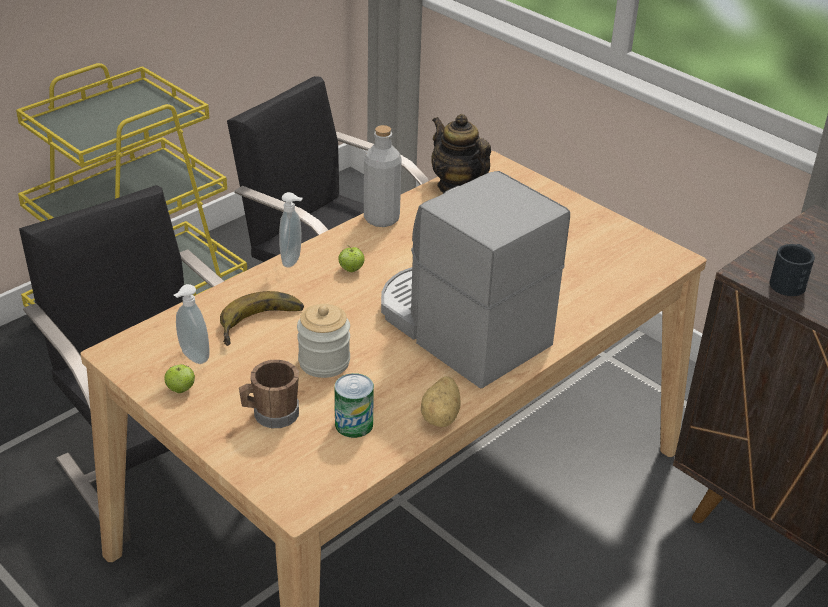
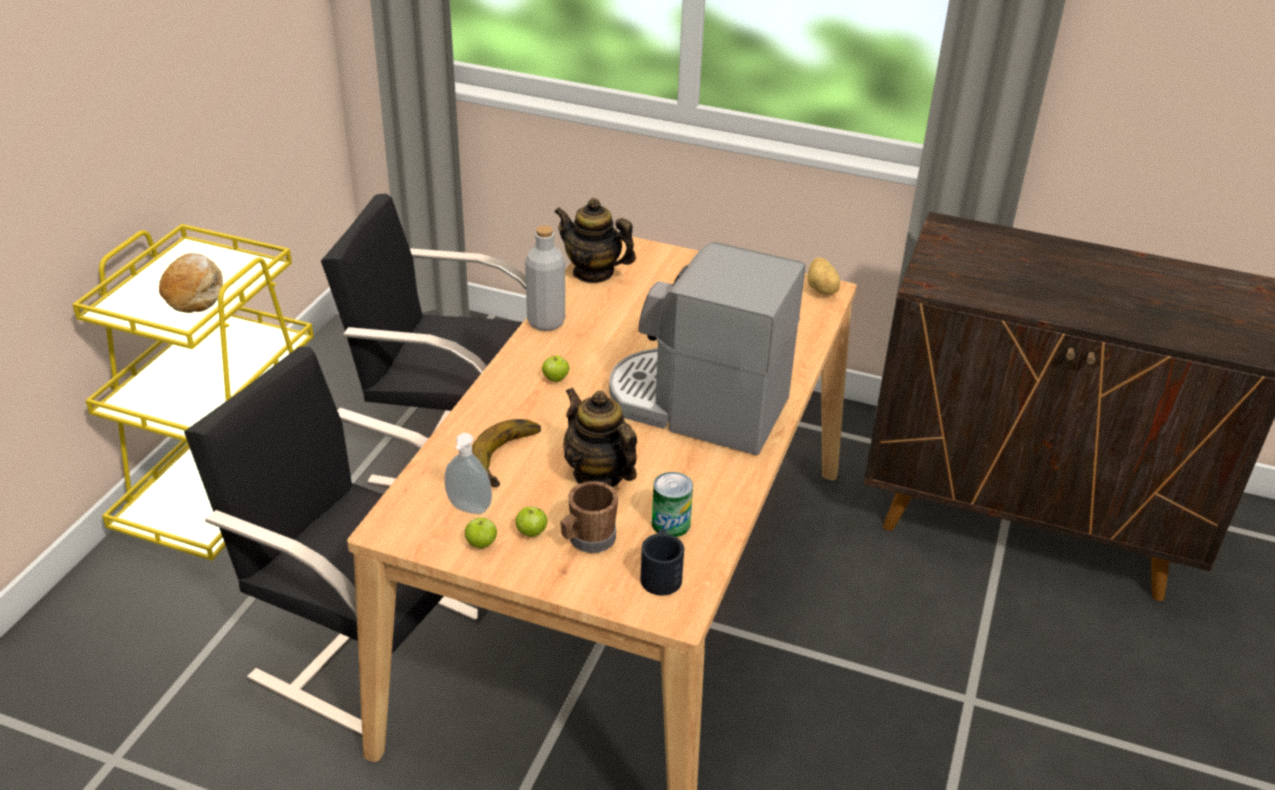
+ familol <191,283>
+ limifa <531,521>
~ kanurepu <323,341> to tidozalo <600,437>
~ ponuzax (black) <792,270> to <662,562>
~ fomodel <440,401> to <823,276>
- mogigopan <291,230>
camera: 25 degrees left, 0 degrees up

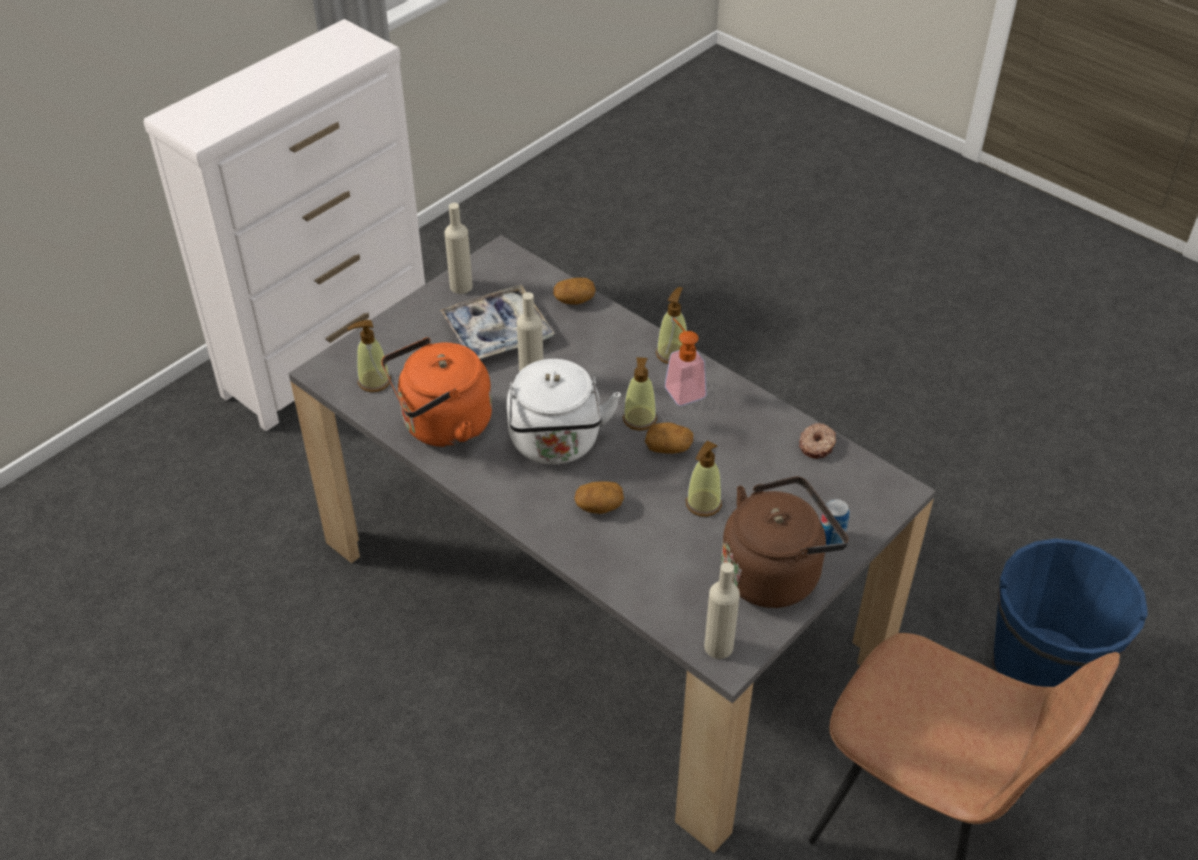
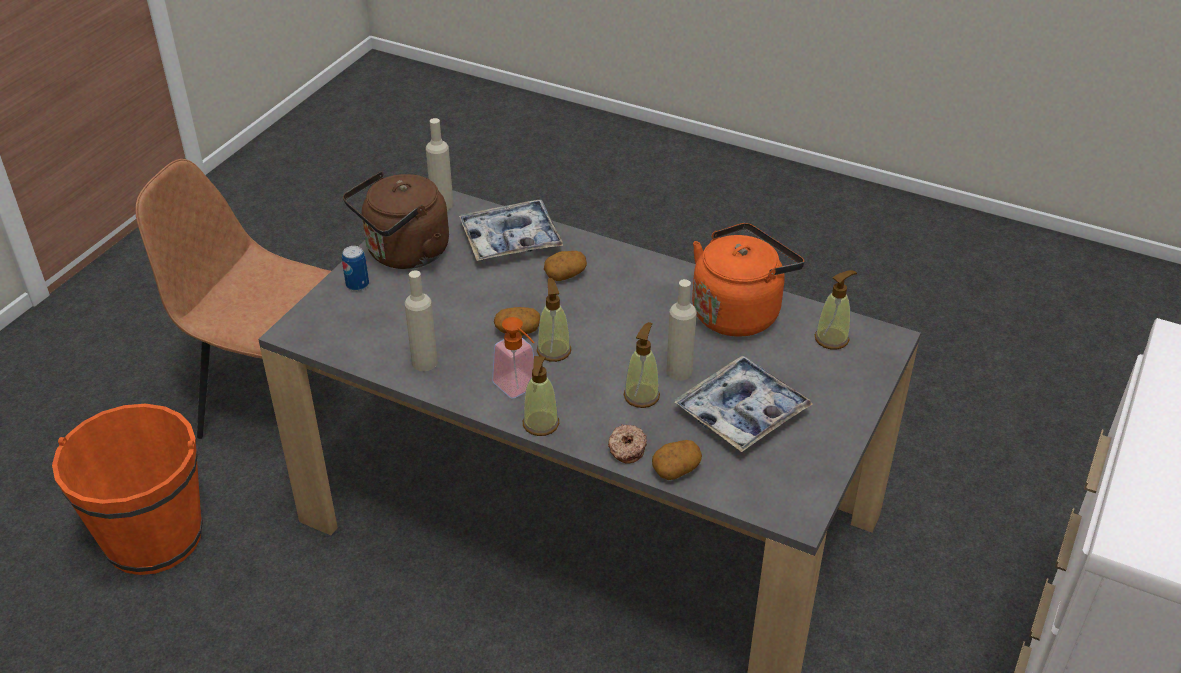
~ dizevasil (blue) <1070,612> to dizevasil (orange) <127,489>
~ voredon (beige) <458,248> to <421,320>
+ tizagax <511,230>
~ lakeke <817,441> to <627,444>
~ mogigopan <704,478> to <642,365>
- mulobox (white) <564,412>
camera: 165 degrees right, 5 degrees down

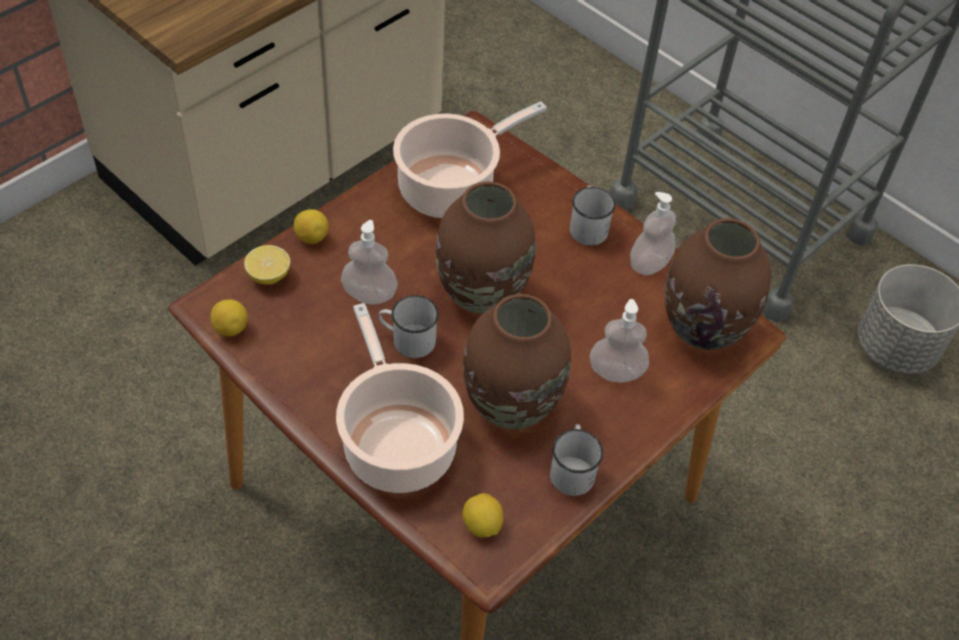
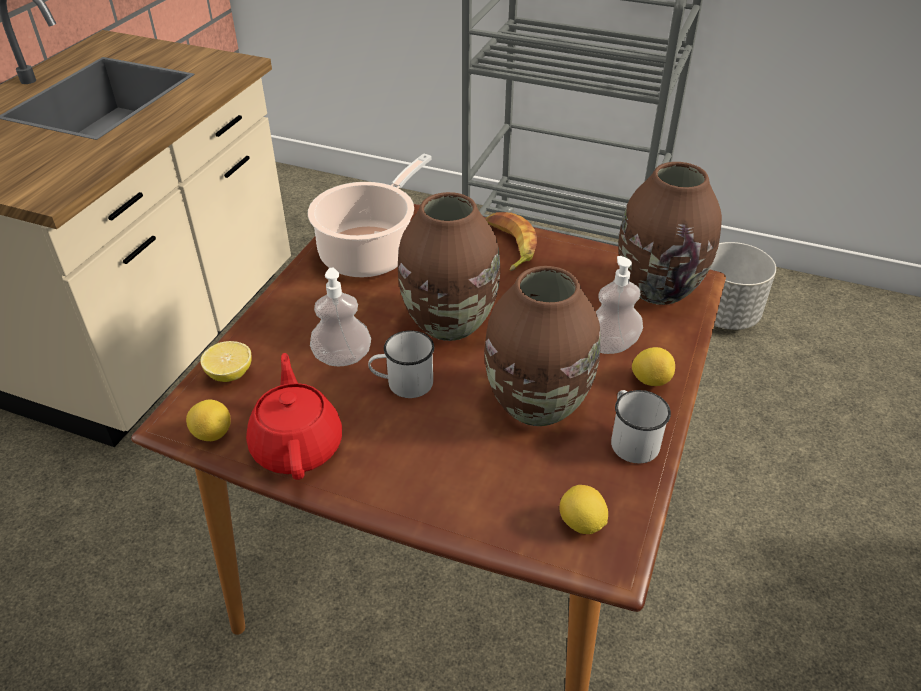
+ tidozalo (red) <294,416>
~ ponuzax (white) <593,216> to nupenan <511,241>
~ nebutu <311,226> to <653,366>
- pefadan <400,398>
- mogigopan <653,233>
camera: 20 degrees left, 10 degrees down

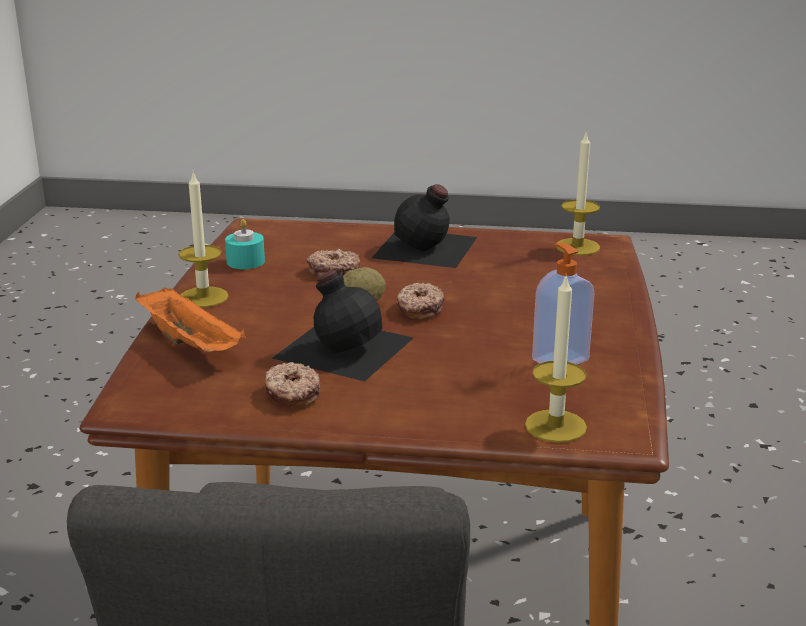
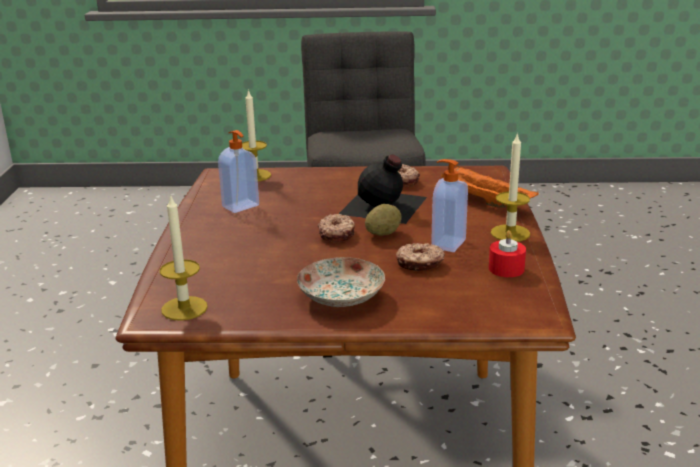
~ voredon (black) <424,226> to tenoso <341,282>
+ mogigopan <449,205>
~ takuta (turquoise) <245,244> to takuta (red) <507,253>
camera: 175 degrees right, 0 degrees up

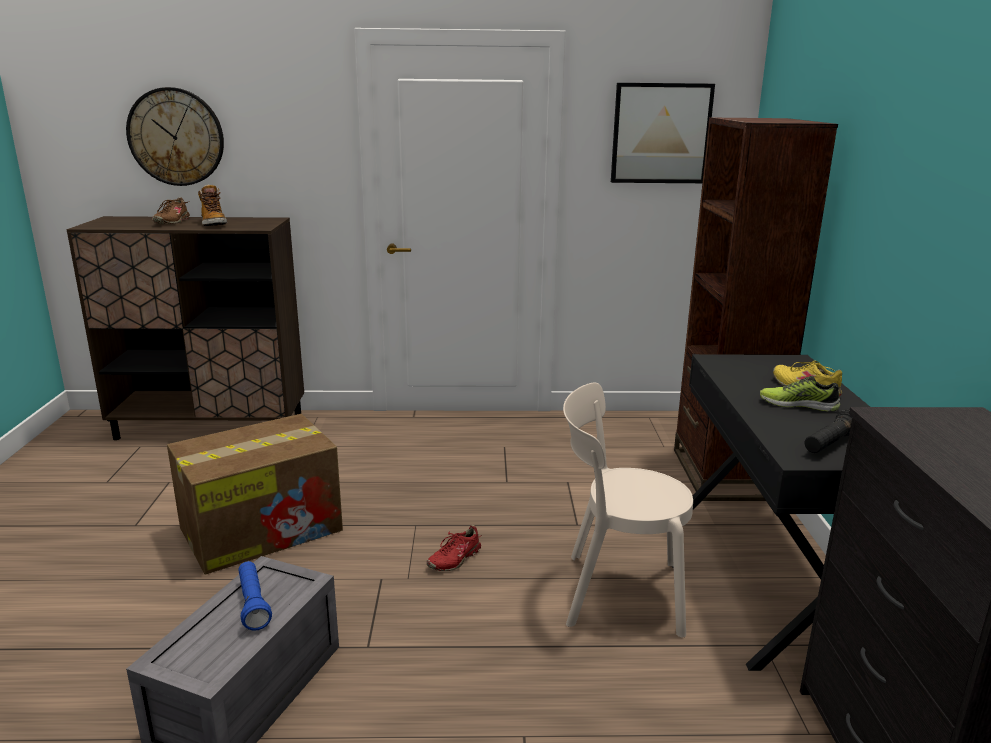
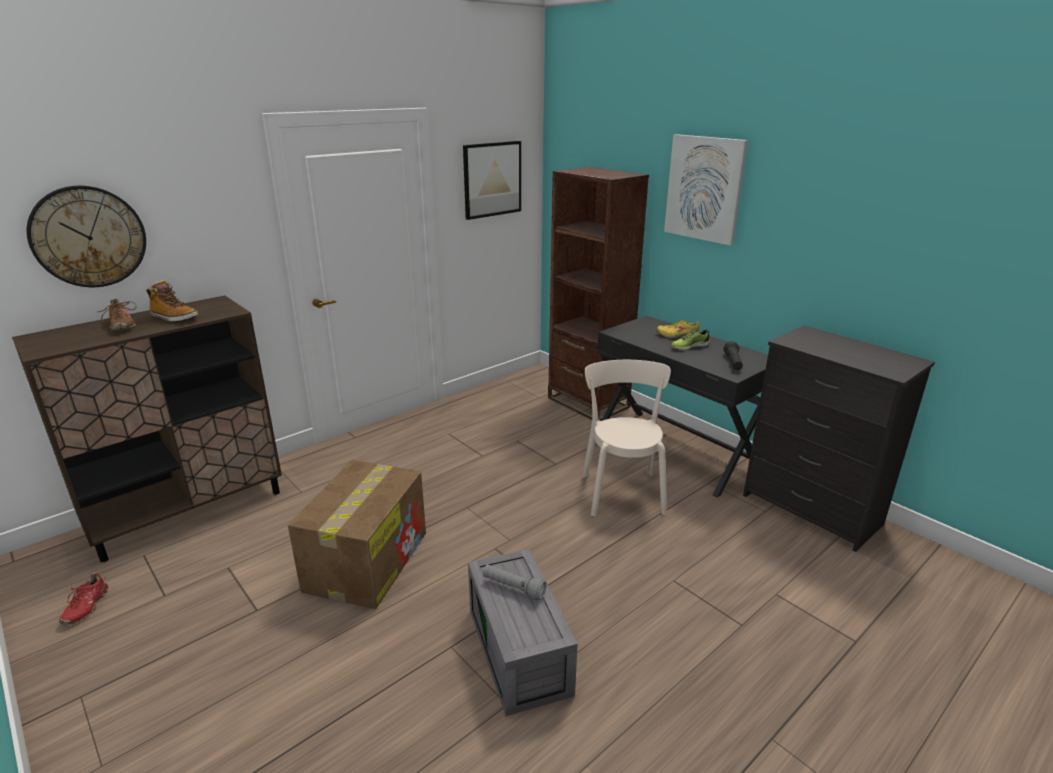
~ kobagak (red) <454,548> to <83,598>
~ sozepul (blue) <255,596> to sozepul (grey) <514,582>
~ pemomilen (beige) <628,509> = <626,438> 120 degrees clockwise
+ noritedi <706,189>
camera: 40 degrees left, 5 degrees up

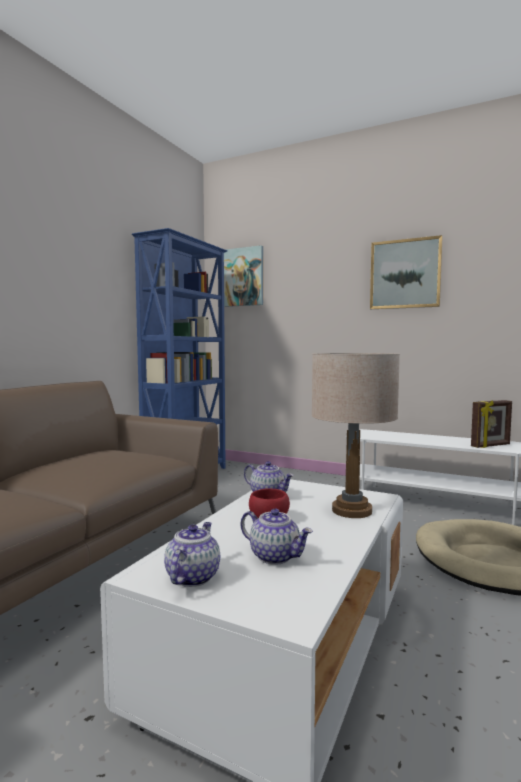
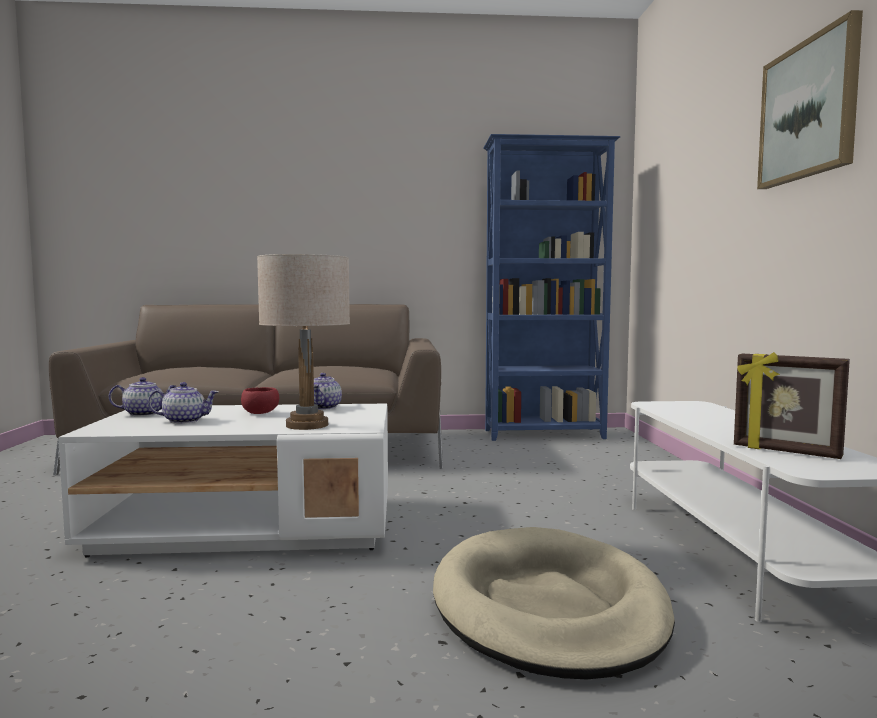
~ tidozalo <276,537> = <183,403> 105 degrees counterclockwise
- noritedi <243,276>
camera: 60 degrees right, 0 degrees up

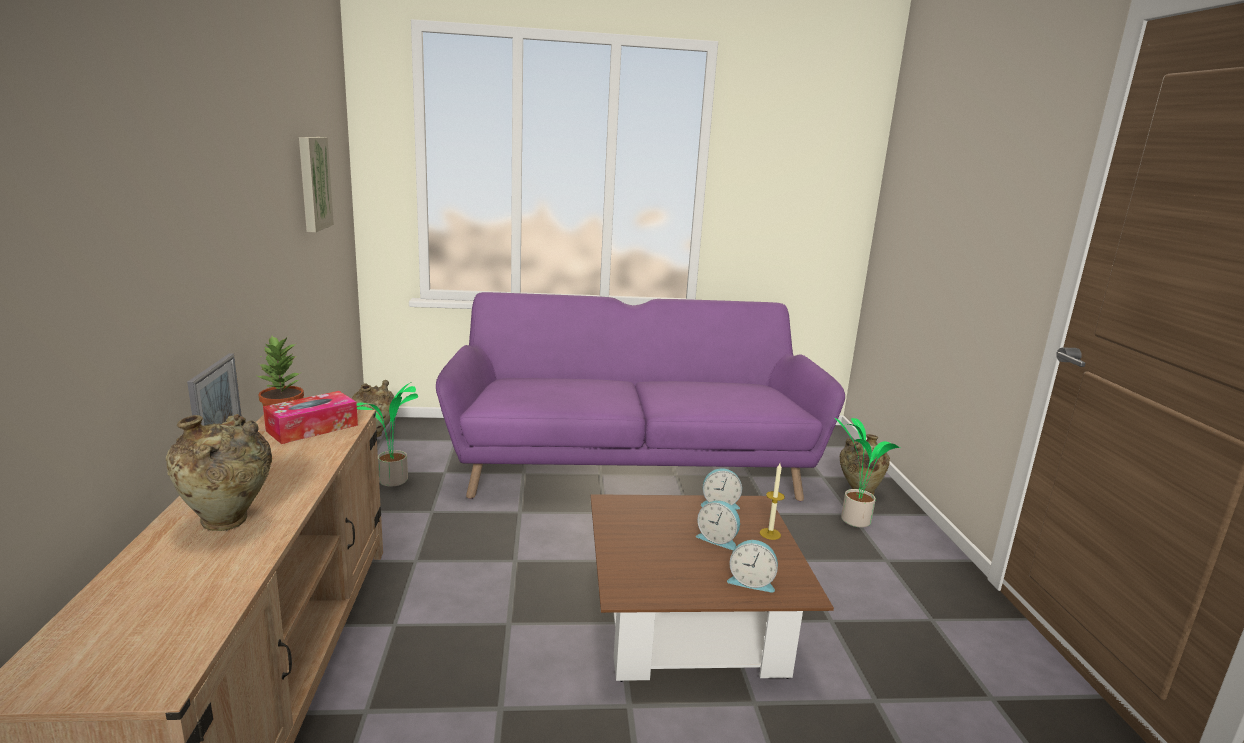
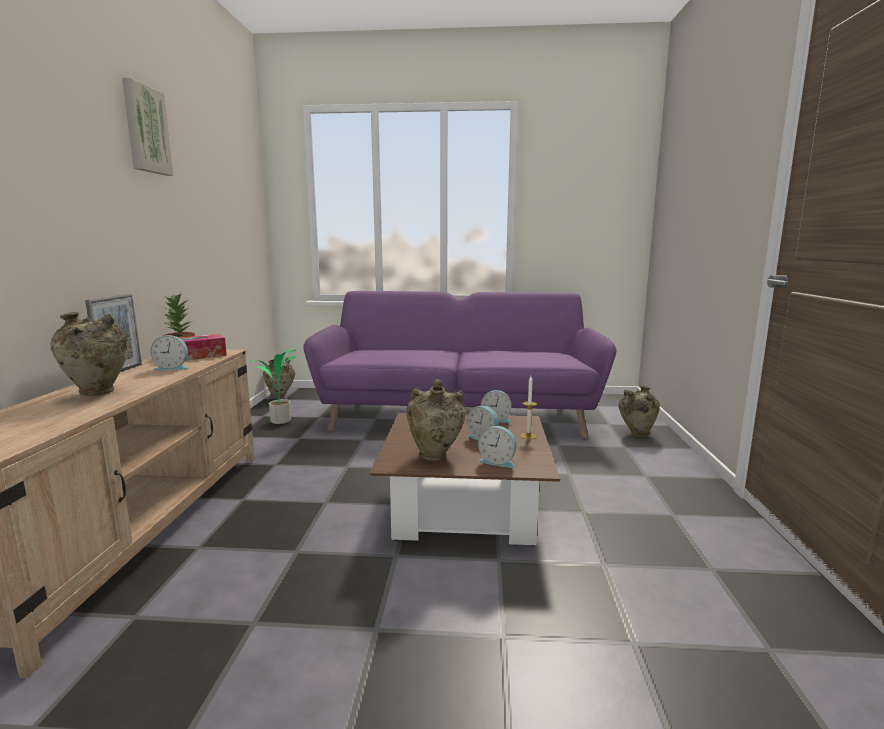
~ noritedi <316,184> to <148,127>
+ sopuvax <169,352>
+ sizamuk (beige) <436,420>
- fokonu <867,473>
camera: 10 degrees right, 5 degrees down

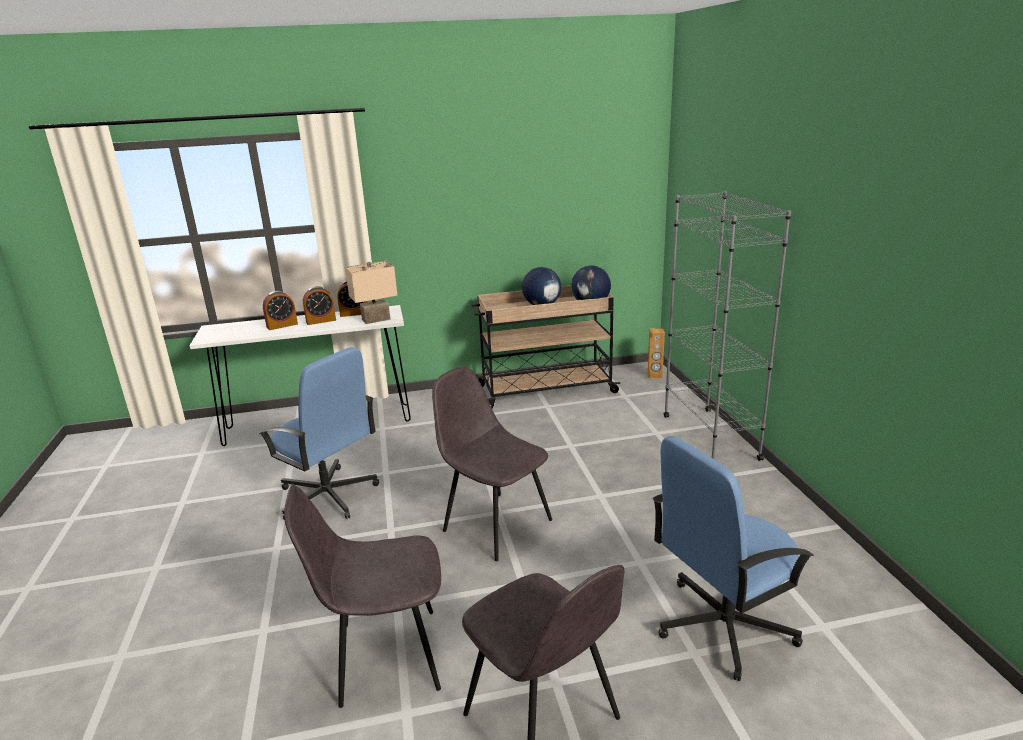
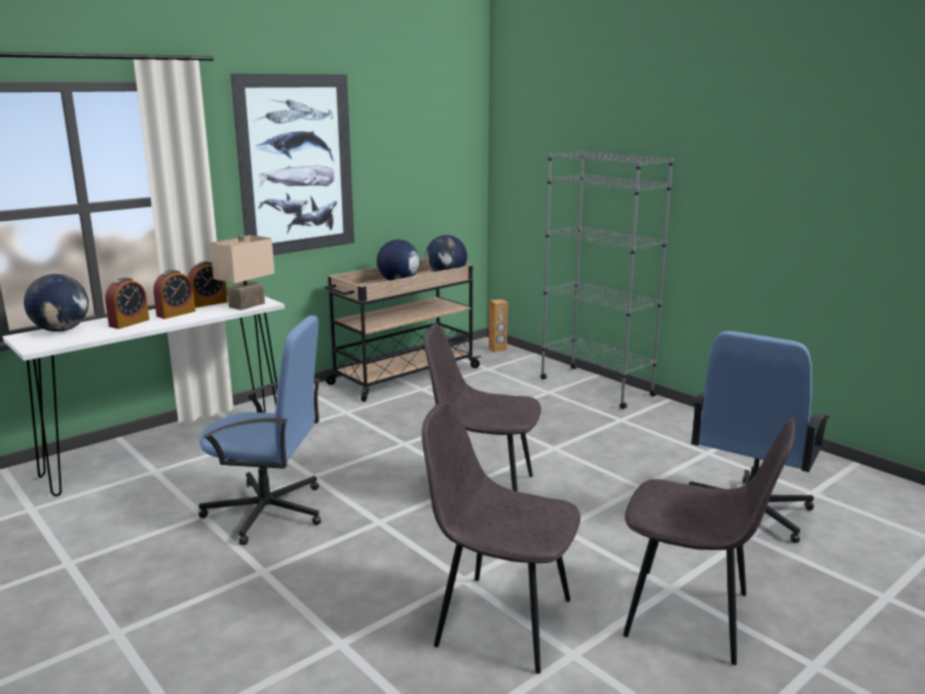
+ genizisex <56,303>
+ noritedi <292,164>
~ pemomilen (grey) <362,596> = <501,537> 60 degrees clockwise
camera: 30 degrees left, 5 degrees down

